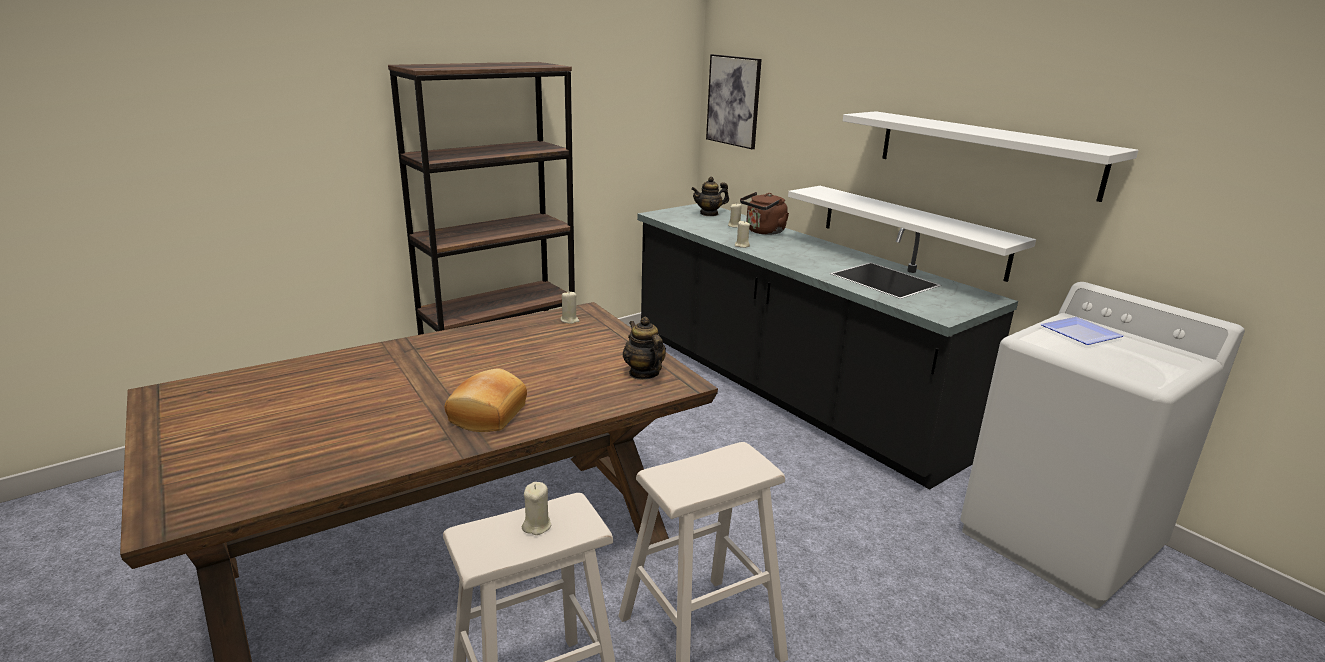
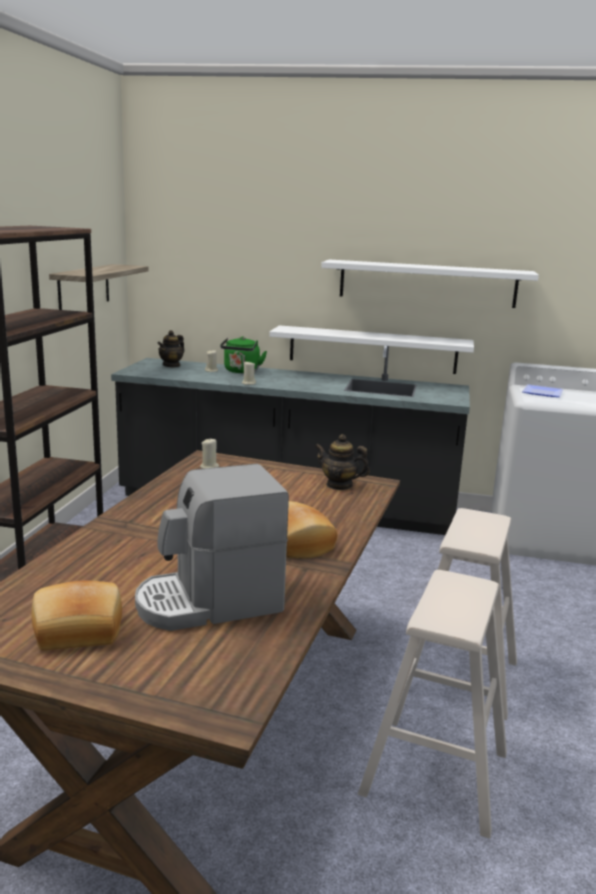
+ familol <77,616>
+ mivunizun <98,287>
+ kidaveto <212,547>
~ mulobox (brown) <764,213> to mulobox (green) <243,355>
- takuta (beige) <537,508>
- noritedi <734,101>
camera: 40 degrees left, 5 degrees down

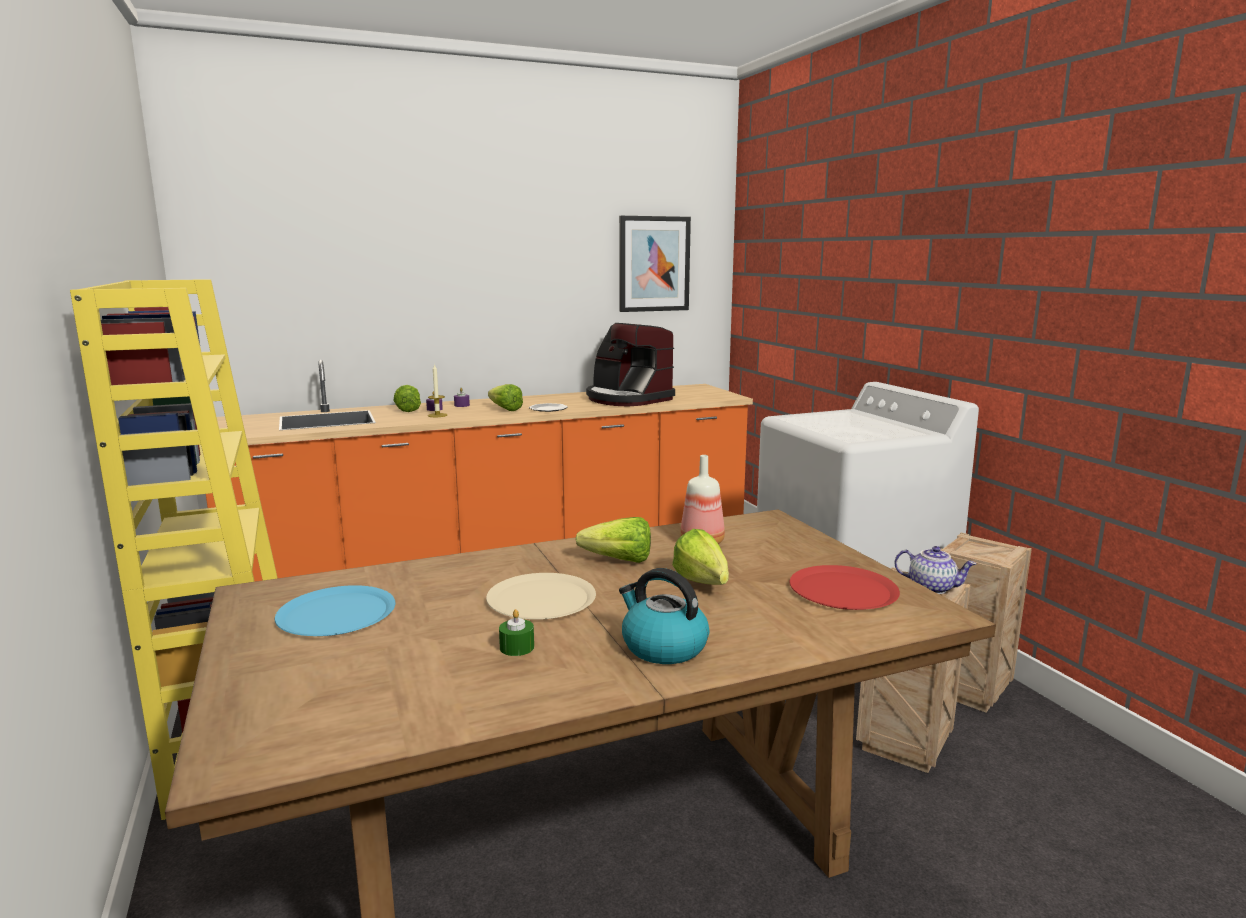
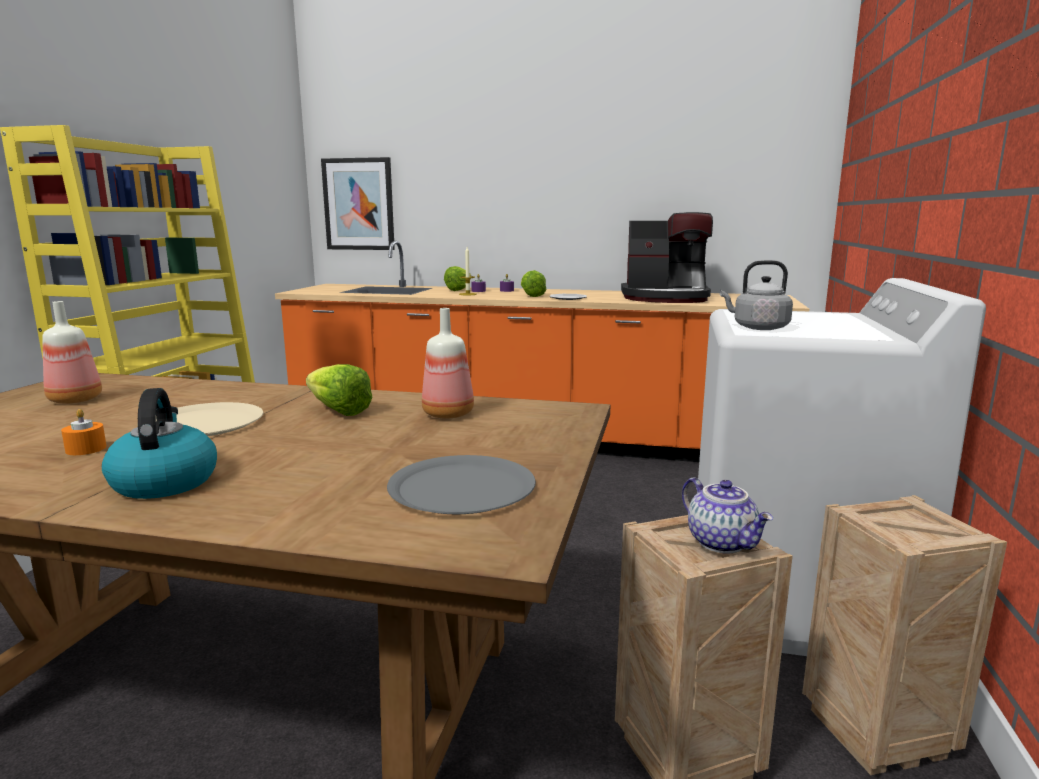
~ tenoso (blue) <335,610> to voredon <72,352>
~ takuta (green) <516,632> to takuta (orange) <83,432>
~ noritedi <655,264> to <358,203>
~ tenoso (red) <844,587> to tenoso (grey) <461,484>
~ kidaveto <630,365> = <667,257> 75 degrees counterclockwise
+ mulobox (grey) <756,295>
- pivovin <700,557>
camera: 35 degrees right, 0 degrees up

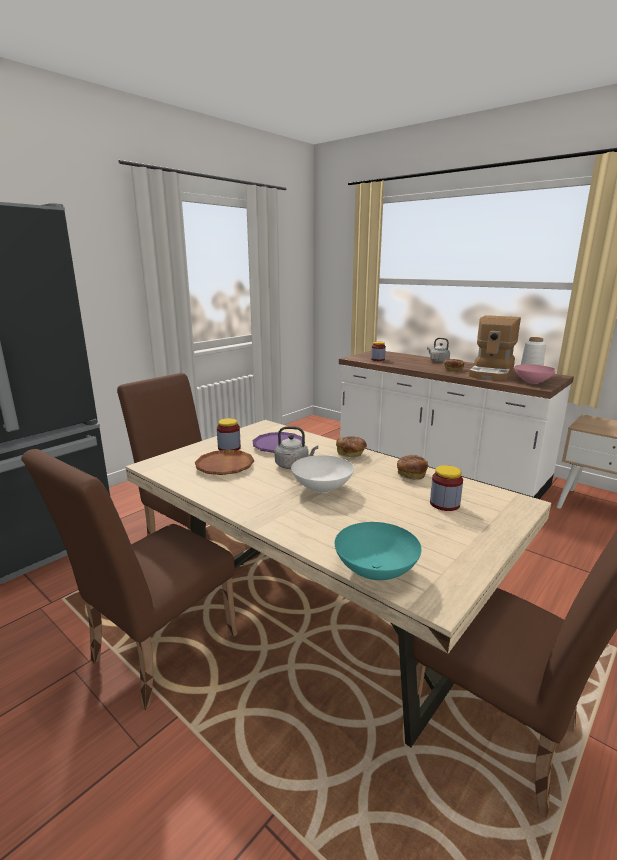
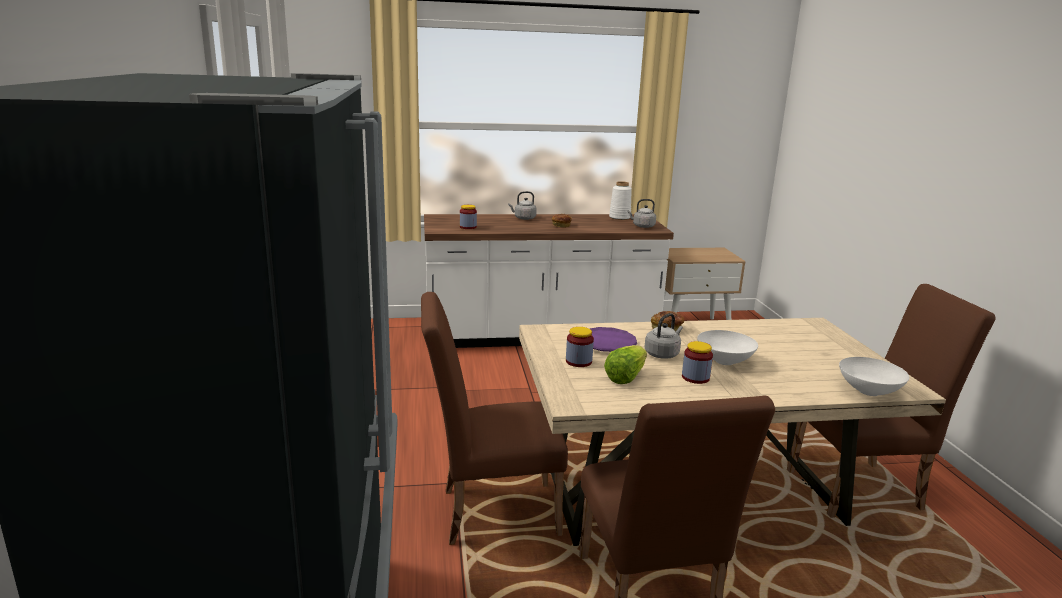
~ tenoso (brown) <224,462> to pivovin <625,364>
~ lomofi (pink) <535,374> to mulobox (grey) <641,213>
~ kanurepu <446,488> to <697,362>
~ lomofi (turquoise) <378,551> to lomofi (white) <874,376>
- familol <412,467>
- kidaveto <495,348>
camera: 50 degrees left, 0 degrees up

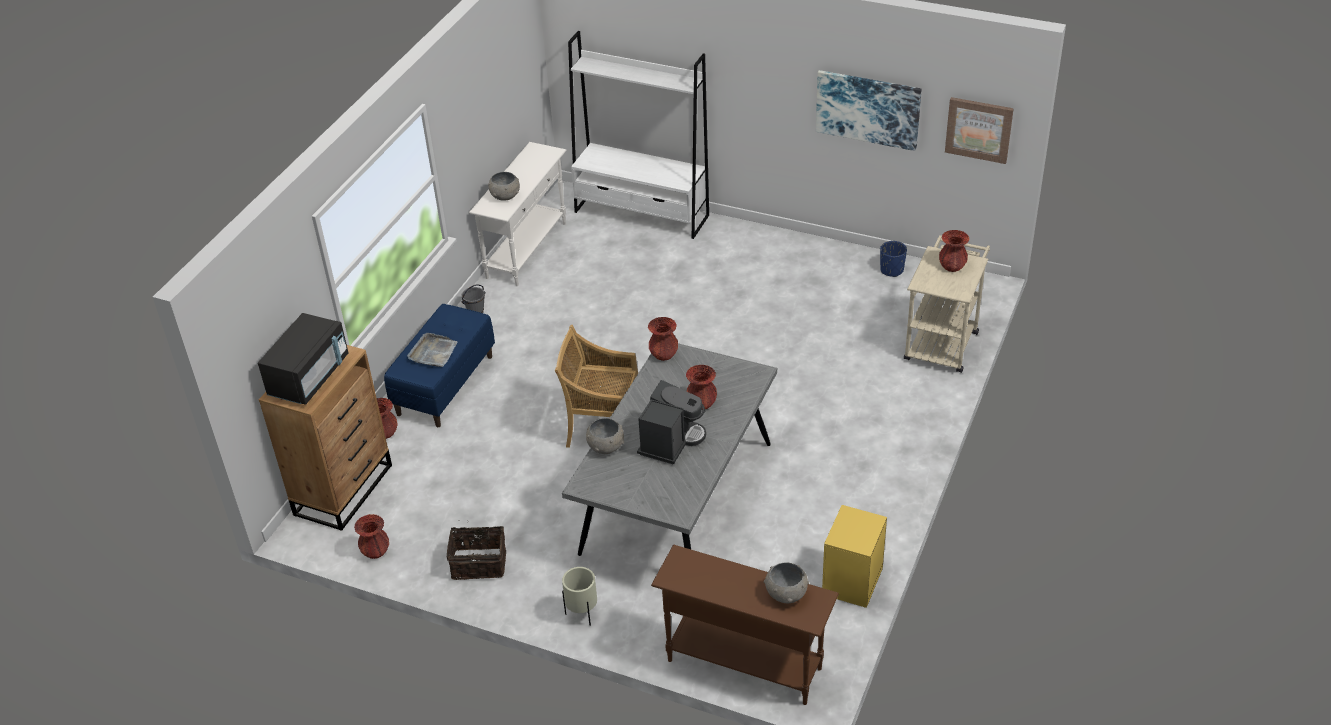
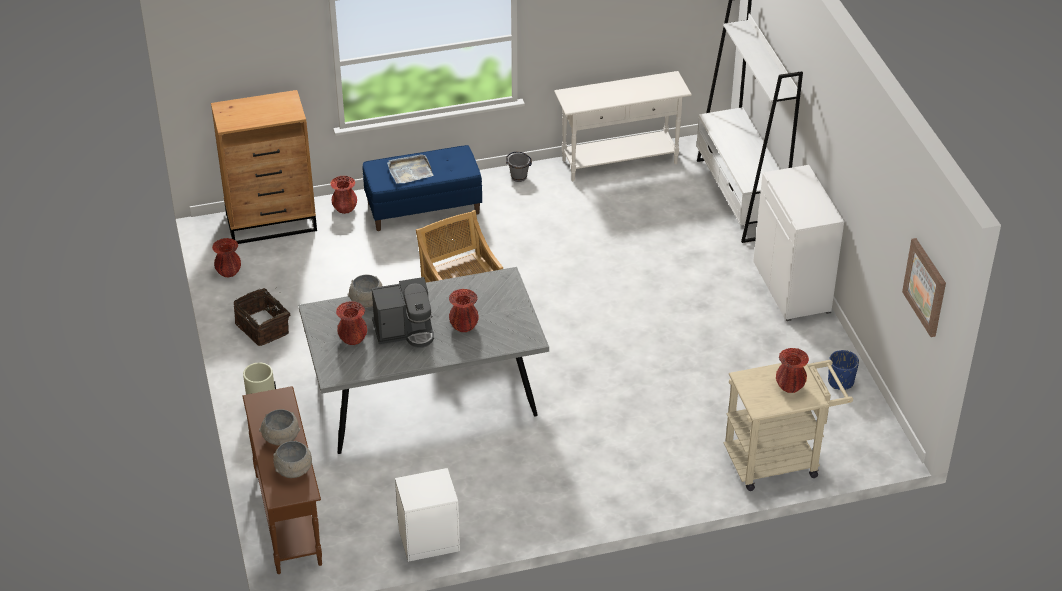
~ lomofi (grey) <504,186> to <279,427>
~ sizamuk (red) <663,339> to <351,323>
~ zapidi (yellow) <854,556> to zapidi (white) <427,515>
+ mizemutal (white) <798,243>
- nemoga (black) <303,359>
- noritedi <869,110>
camera: 50 degrees right, 0 degrees up

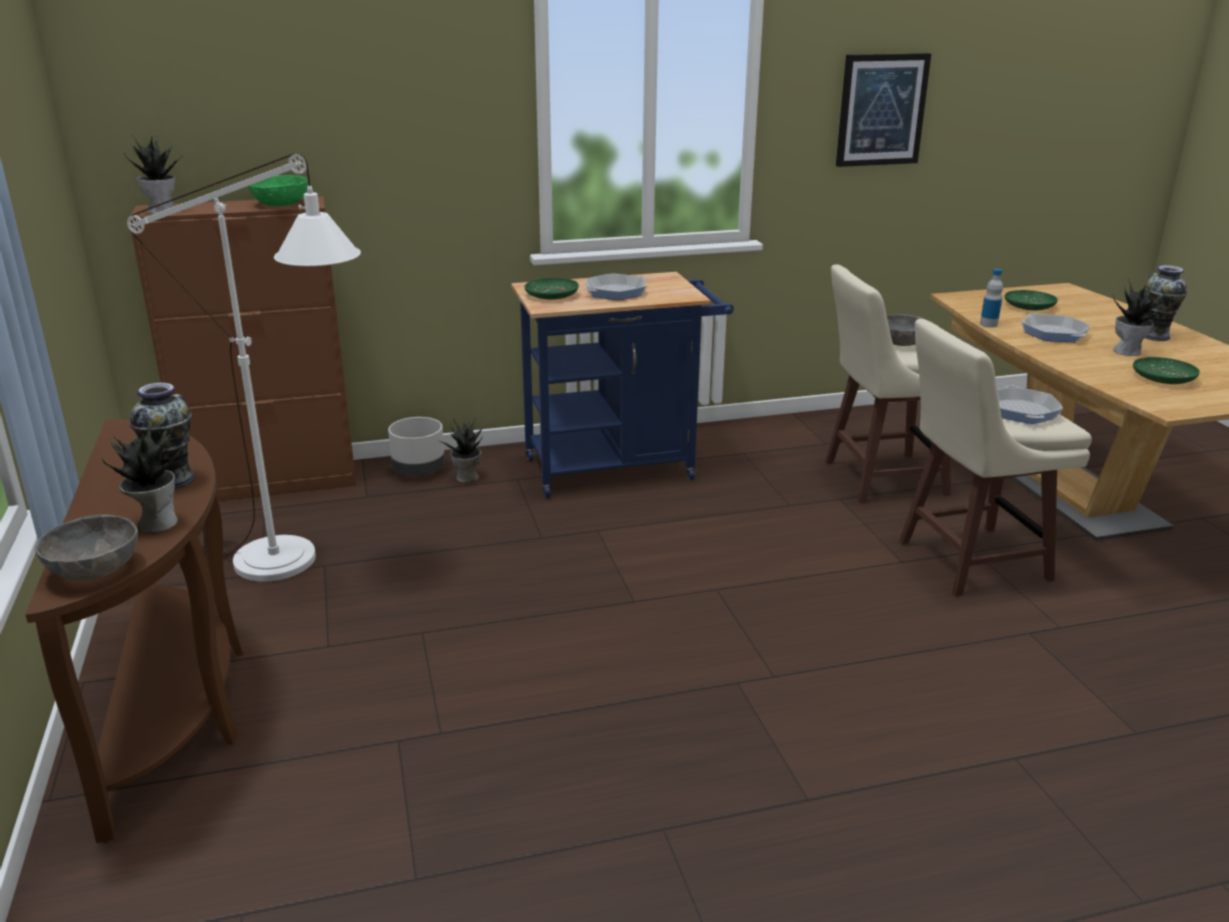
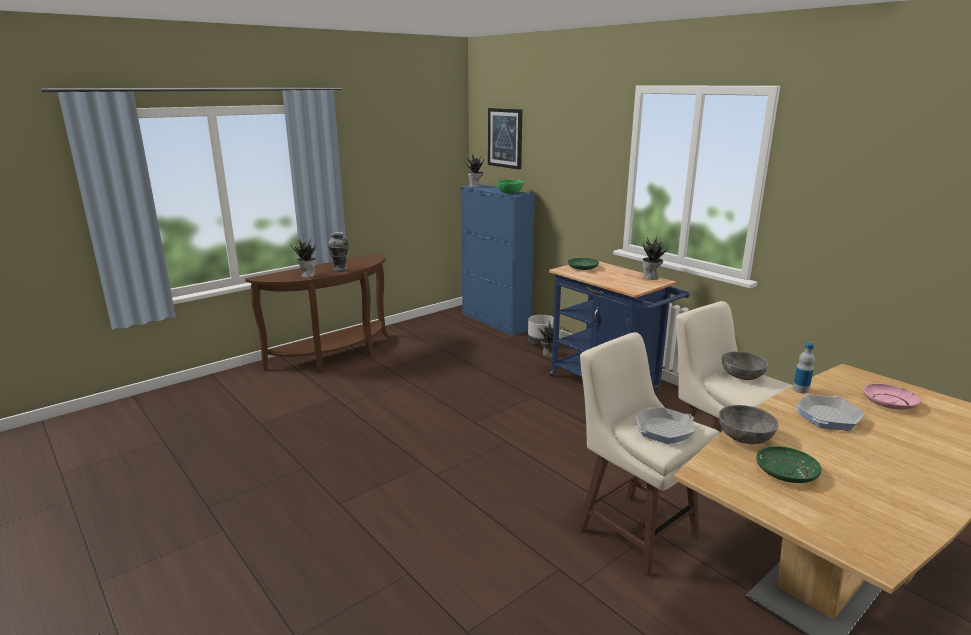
~ mizemutal (brown) <243,349> to mizemutal (blue) <498,260>
~ noritedi <883,110> to <505,139>
~ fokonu <1141,317> to <656,258>
~ lomofi (grey) <86,547> to <749,424>
~ tenoso (green) <1031,300> to tenoso (pink) <891,397>
- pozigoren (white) <244,367>
- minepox <615,286>
- sizamuk <1166,303>
camera: 65 degrees right, 5 degrees down

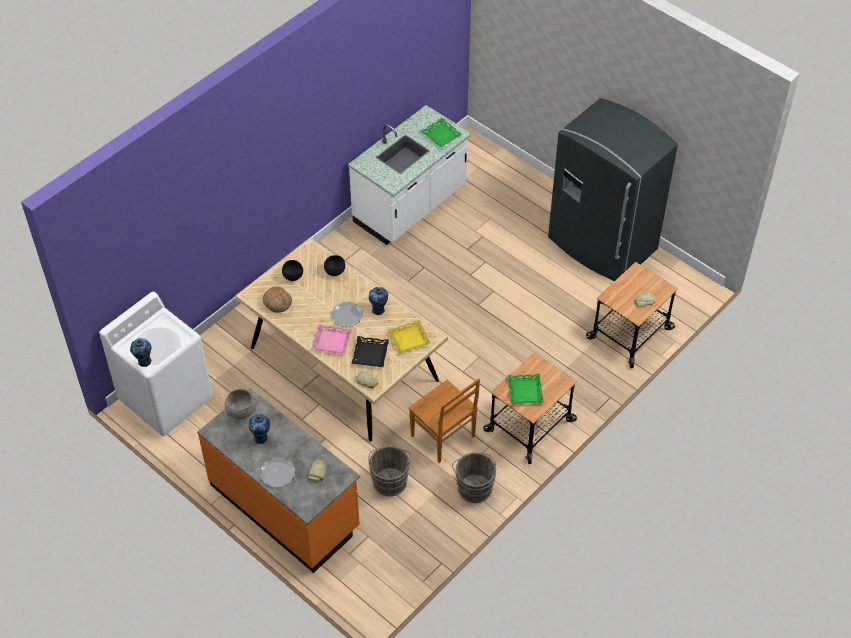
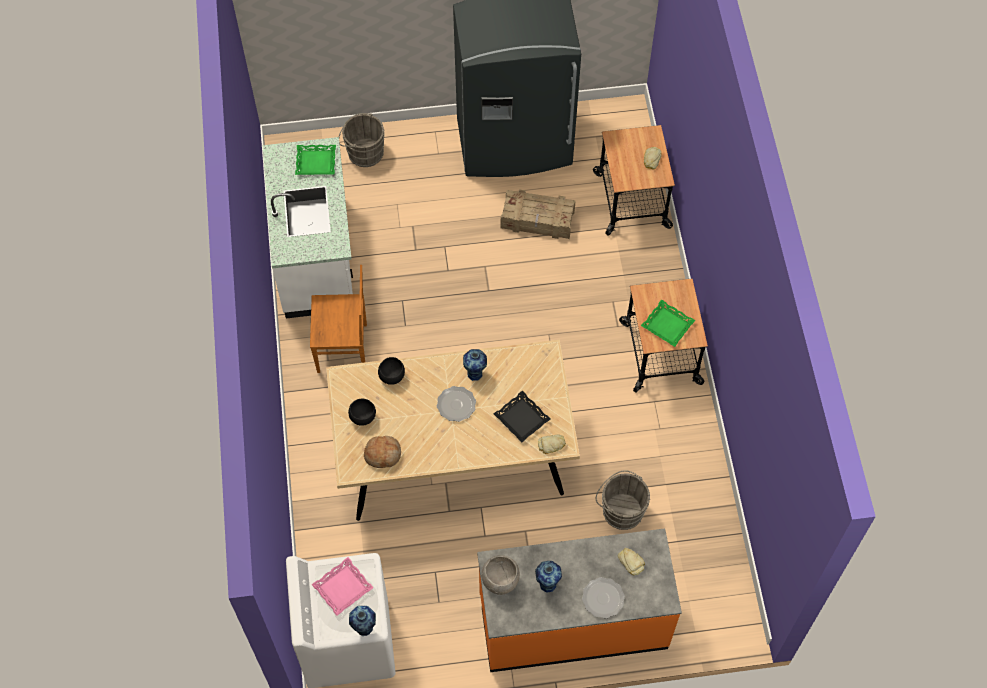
~ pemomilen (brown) <444,420> to <338,319>
~ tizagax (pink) <331,339> to <342,586>
~ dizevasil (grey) <474,478> to <362,140>
+ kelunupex <538,214>
- tizagax (yellow) <409,336>
camera: 50 degrees left, 10 degrees up

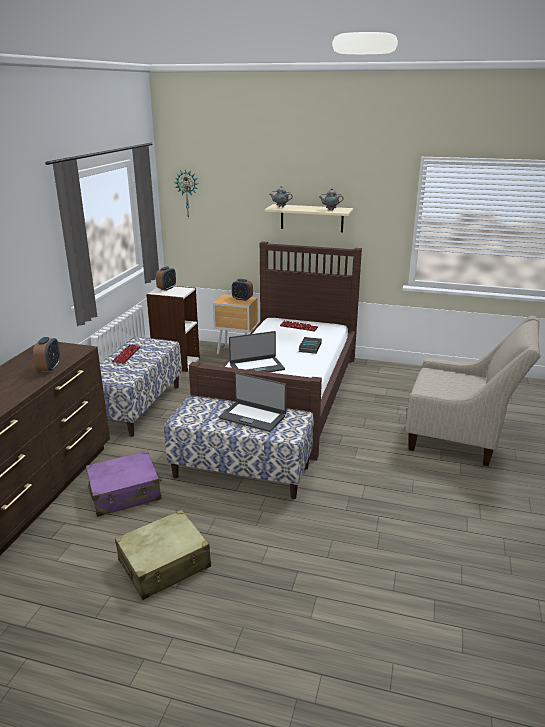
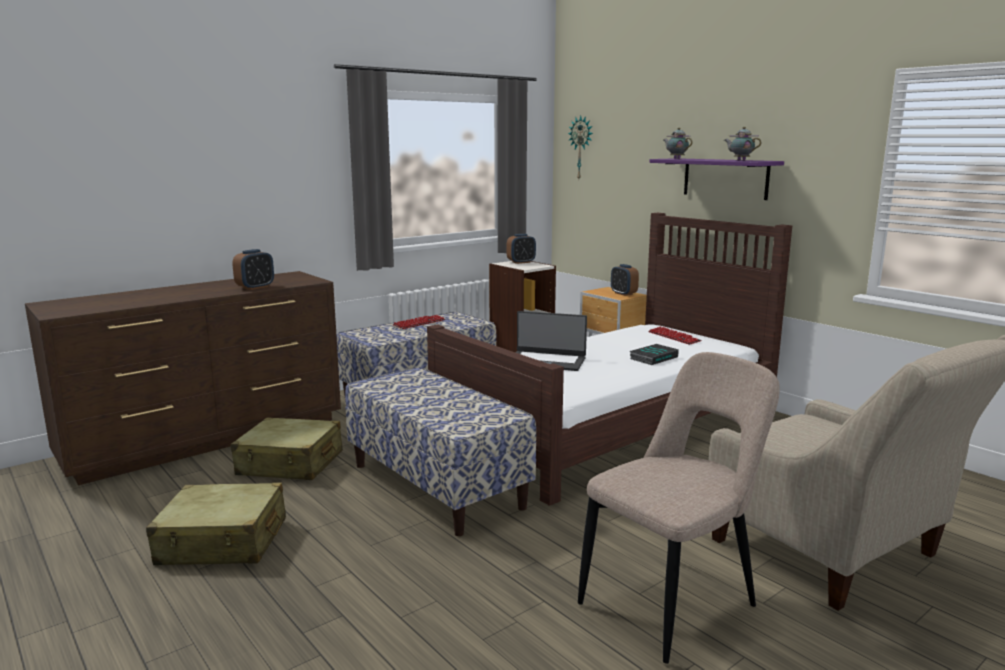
~ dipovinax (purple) <124,484> to dipovinax (beige) <287,448>
+ pemomilen (beige) <679,508>
~ mivunizun (beige) <309,218> to mivunizun (purple) <716,179>
- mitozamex <252,402>
camera: 35 degrees right, 10 degrees down

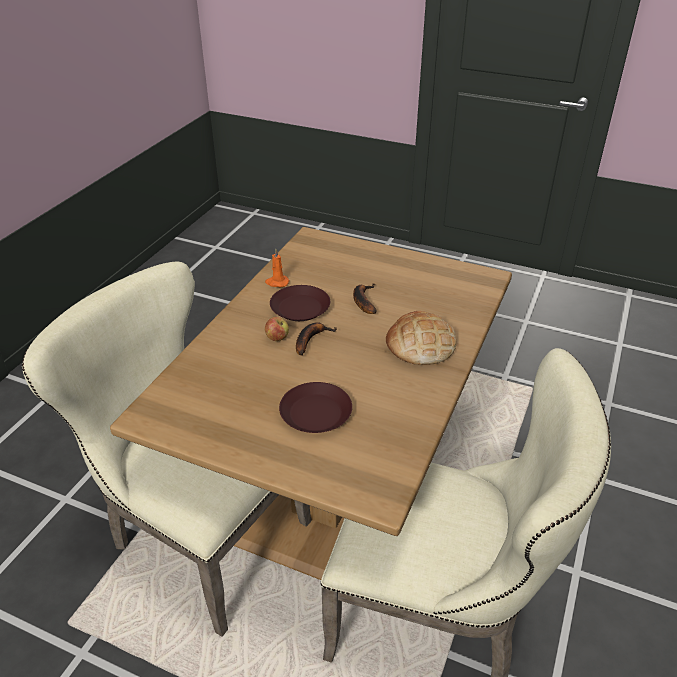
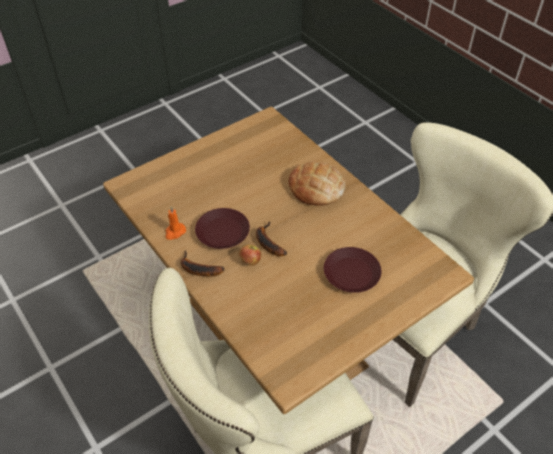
~ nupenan <365,298> to <202,263>
camera: 60 degrees left, 10 degrees up

